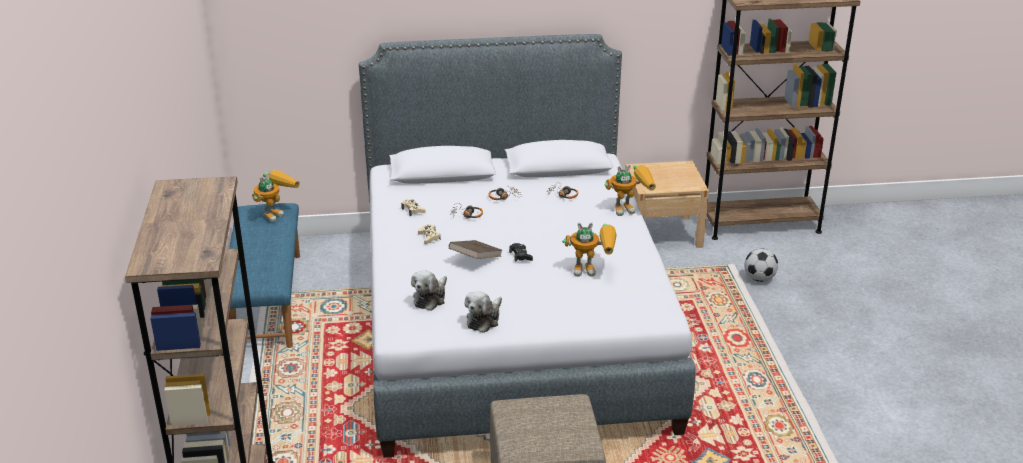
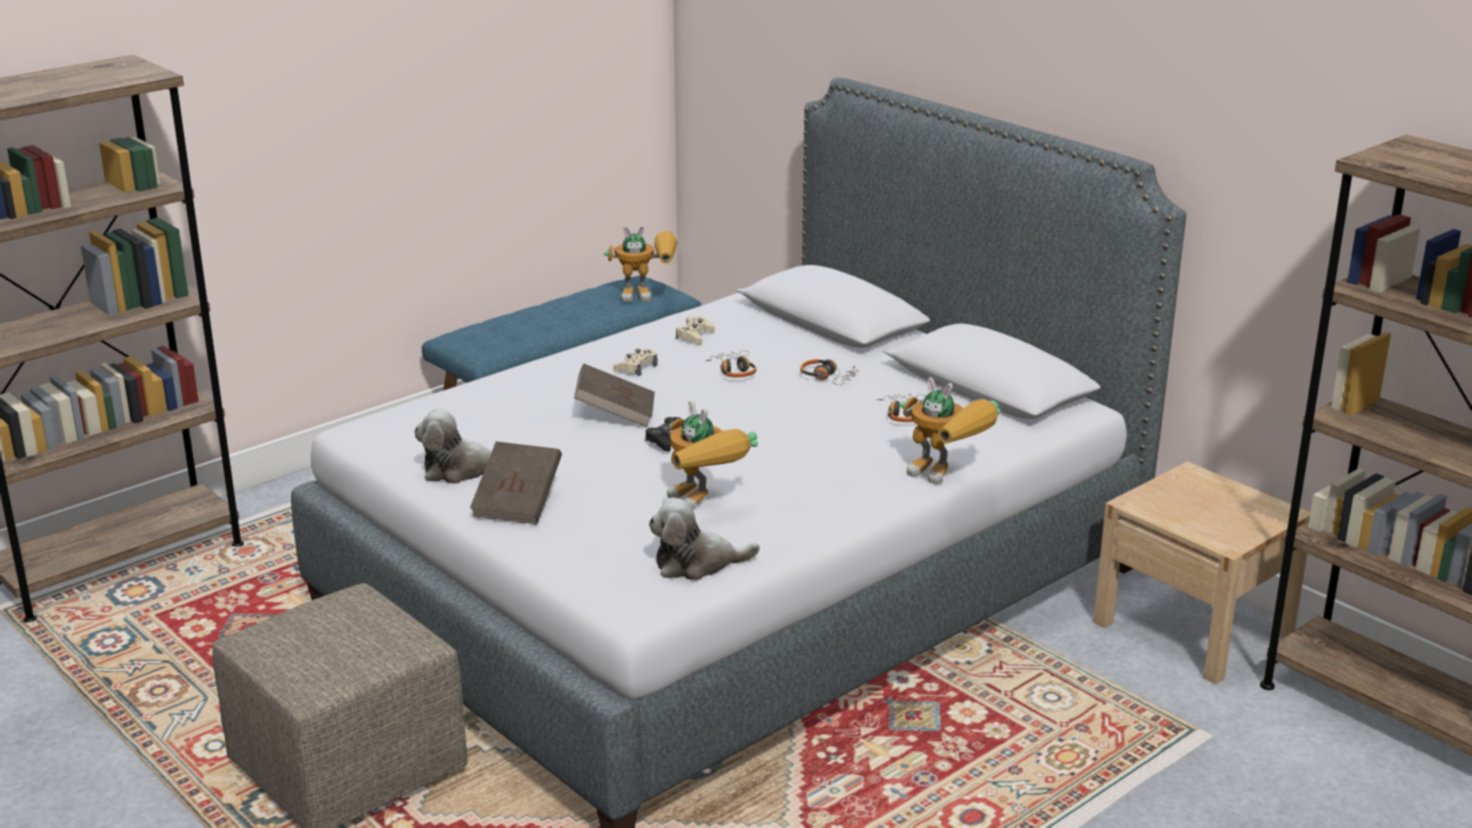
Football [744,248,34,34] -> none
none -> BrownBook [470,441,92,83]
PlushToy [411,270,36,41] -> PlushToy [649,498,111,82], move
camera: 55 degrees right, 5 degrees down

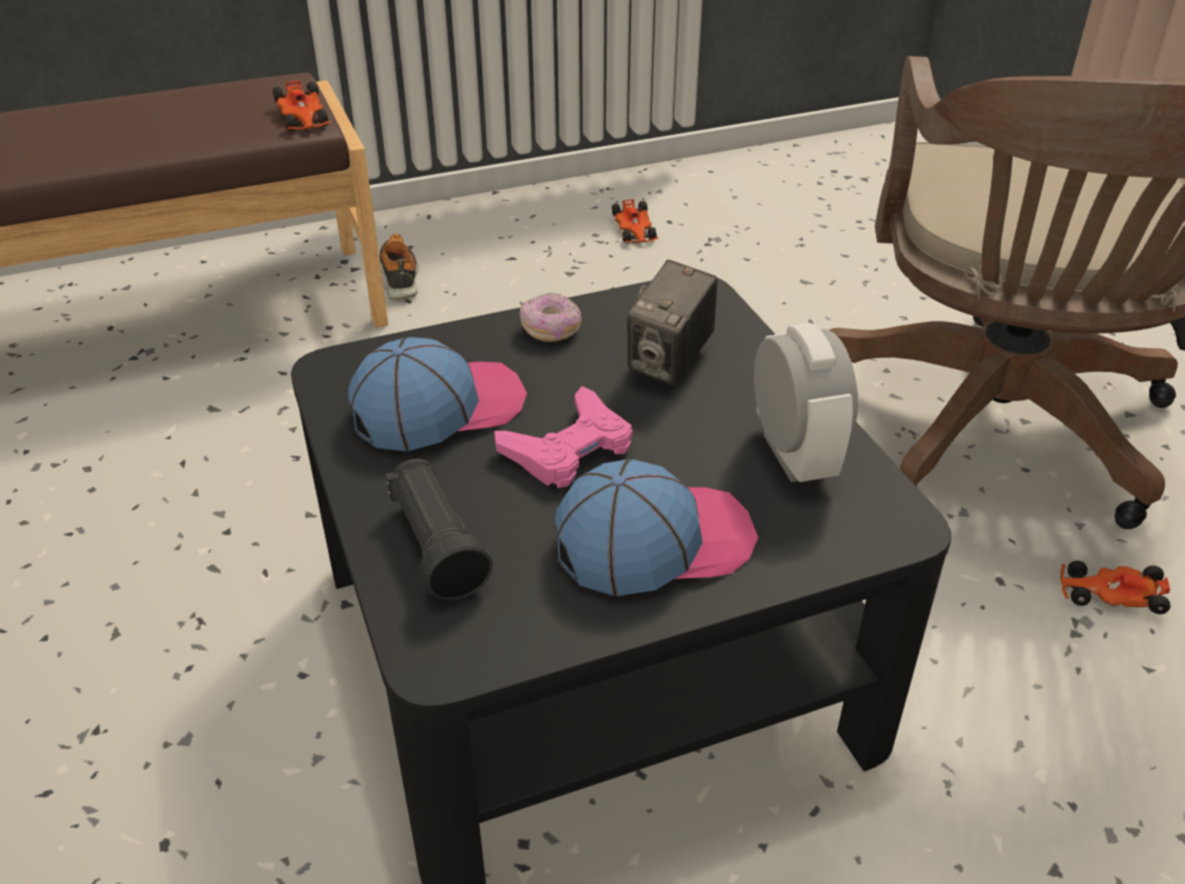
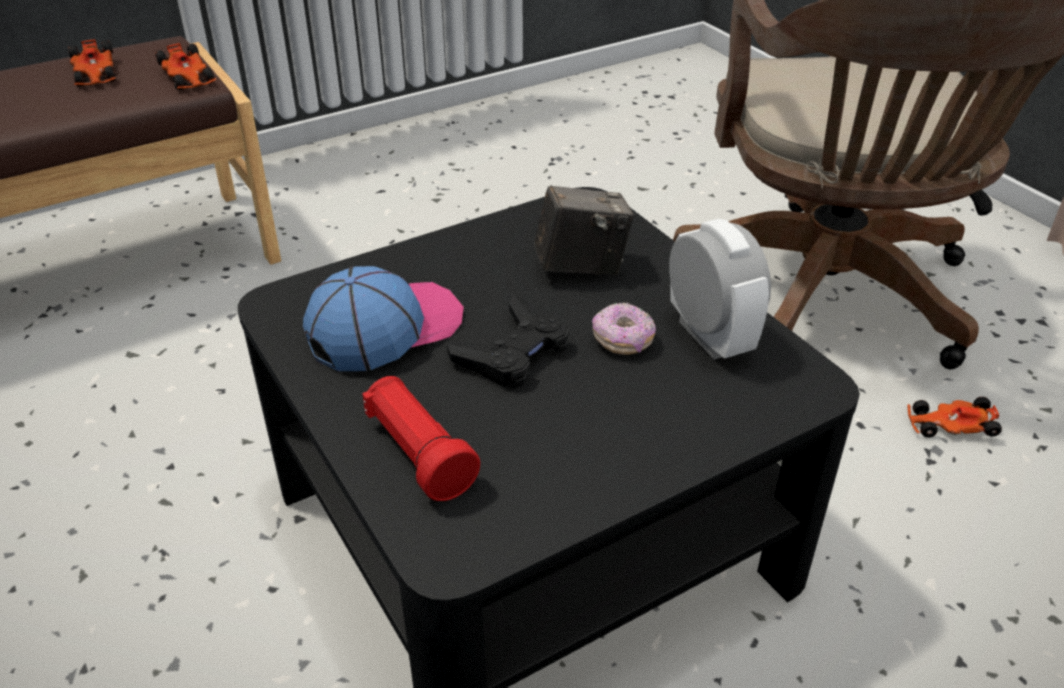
Shoe [379,233,39,67] -> none
Cap [555,459,203,137] -> none
Donut [519,293,63,49] -> Donut [592,302,64,53], move
ToyCar [612,199,46,44] -> ToyCar [68,39,49,47], move
BlackFlashlight [386,459,107,141] -> RedFlashlight [363,376,117,125]
PinkGameController [494,386,139,102] -> BlackGameController [447,295,122,93]
PhotoCamera [627,260,90,126] -> PhotoCamera [534,185,100,90], 120 degrees counterclockwise
camera: 10 degrees left, 0 degrees up

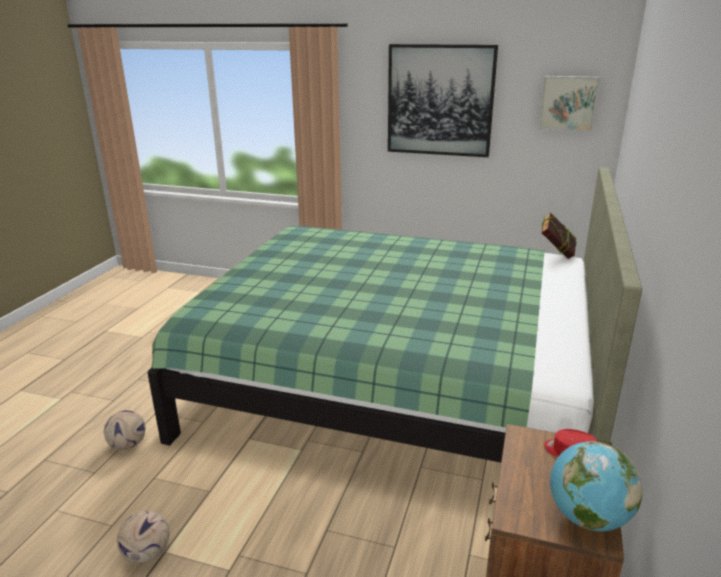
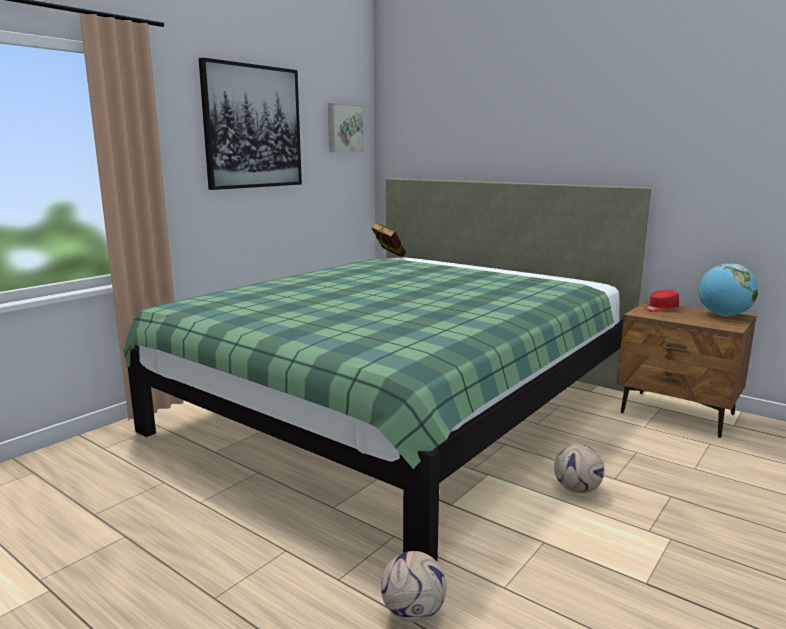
Football [117,511,52,53] -> Football [554,444,51,49], move
camera: 70 degrees left, 10 degrees down

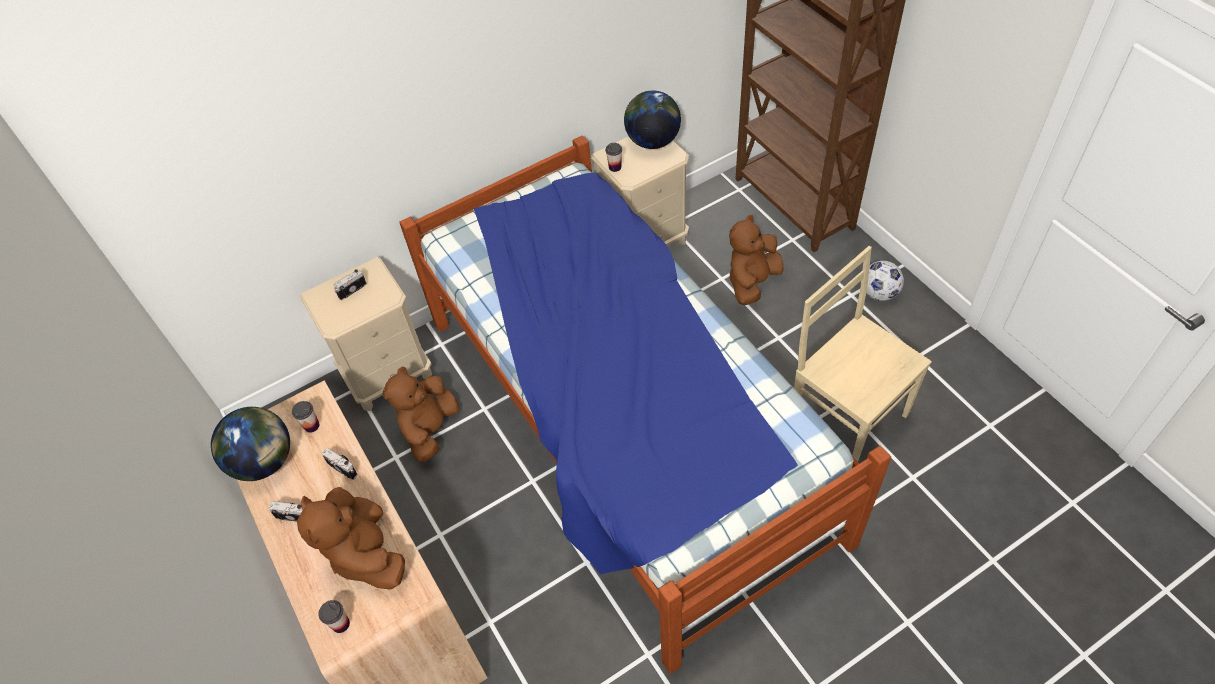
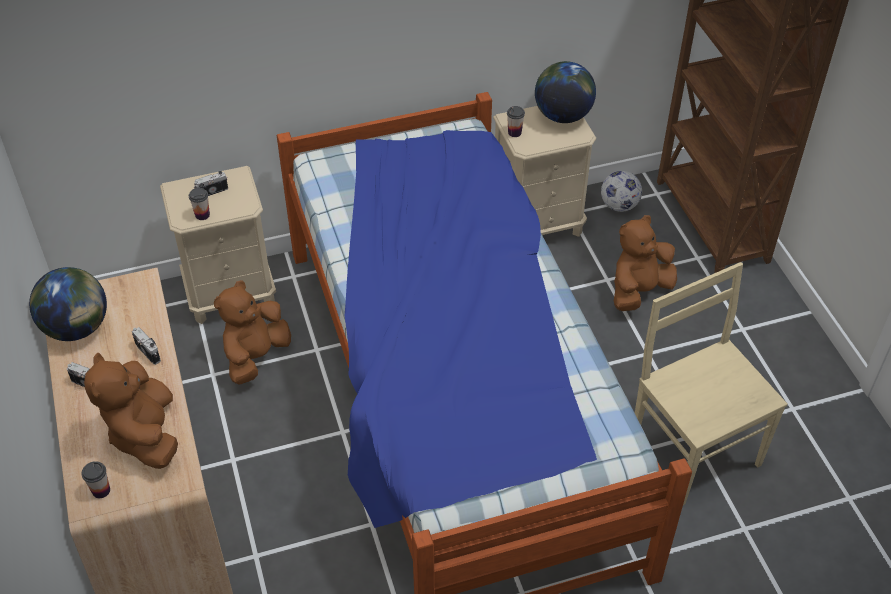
Cup [292,401,28,32] -> Cup [189,188,21,32], move
Football [866,261,38,40] -> Football [601,171,41,41], move
camera: 10 degrees right, 5 degrees down

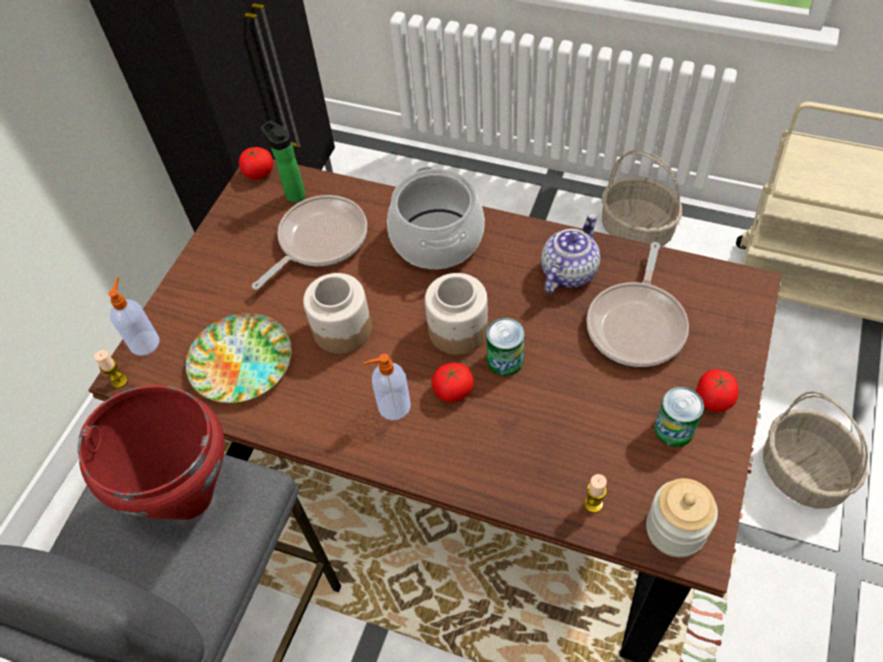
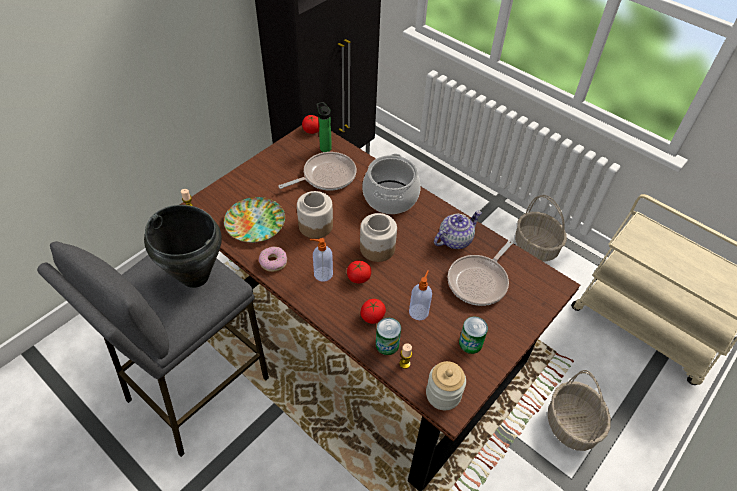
none -> Donut [259,247,28,25]
SoapDispenser [108,278,51,78] -> SoapDispenser [409,271,23,49], move
Can [487,318,37,58] -> Can [376,318,25,37], move
Tomato [696,369,42,43] -> Tomato [360,299,26,25], move
RedCookingPot [78,385,147,135] -> BlackCookingPot [144,205,78,83]
camera: 15 degrees right, 5 degrees down

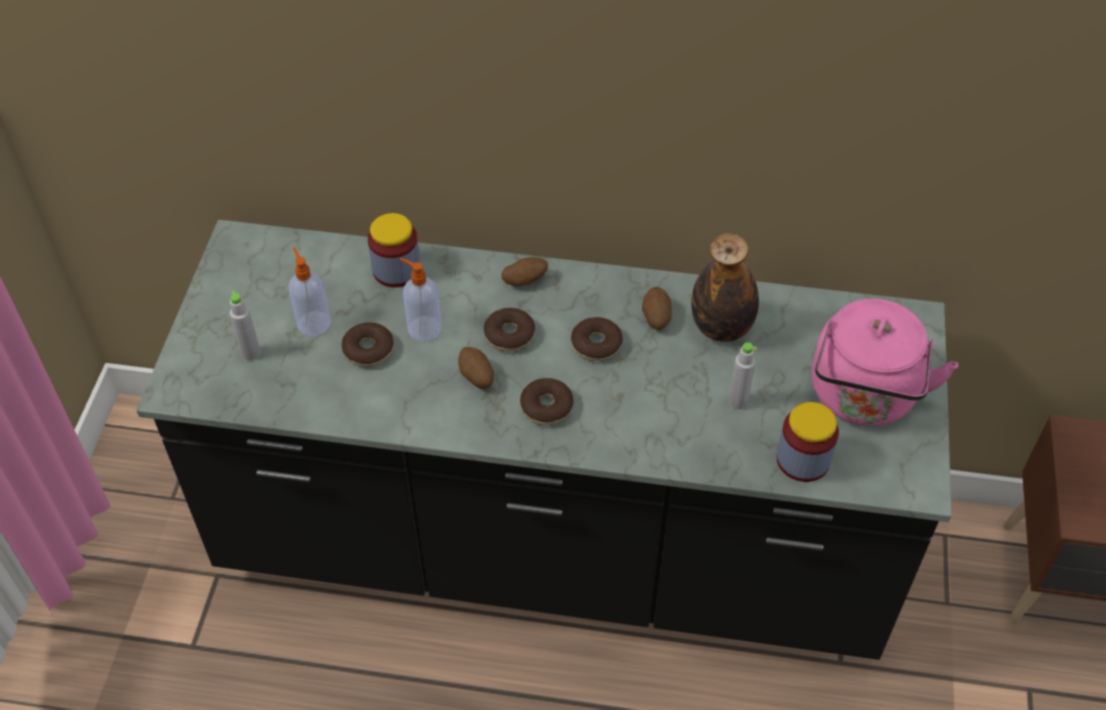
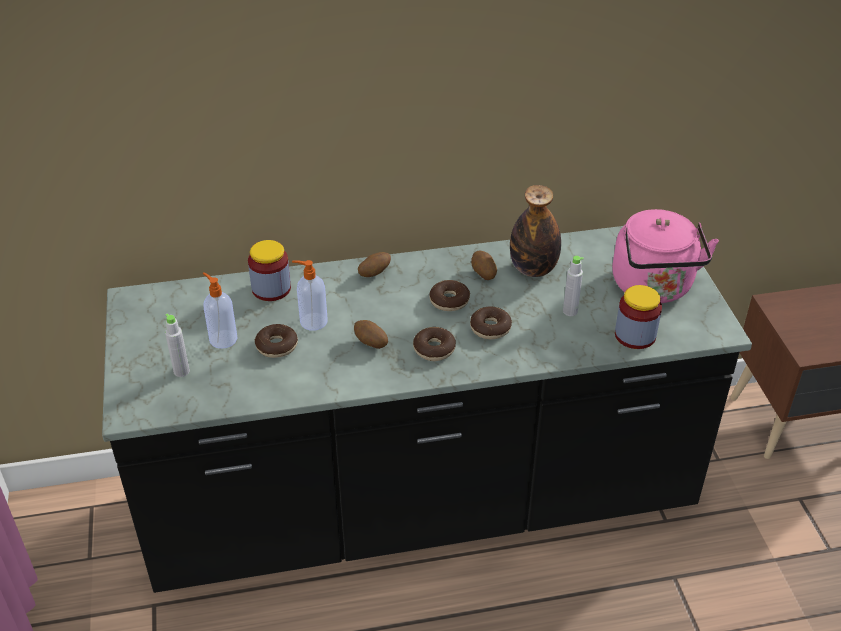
Donut [484,308,51,44] -> Donut [470,306,42,33], move
camera: 20 degrees left, 10 degrees down

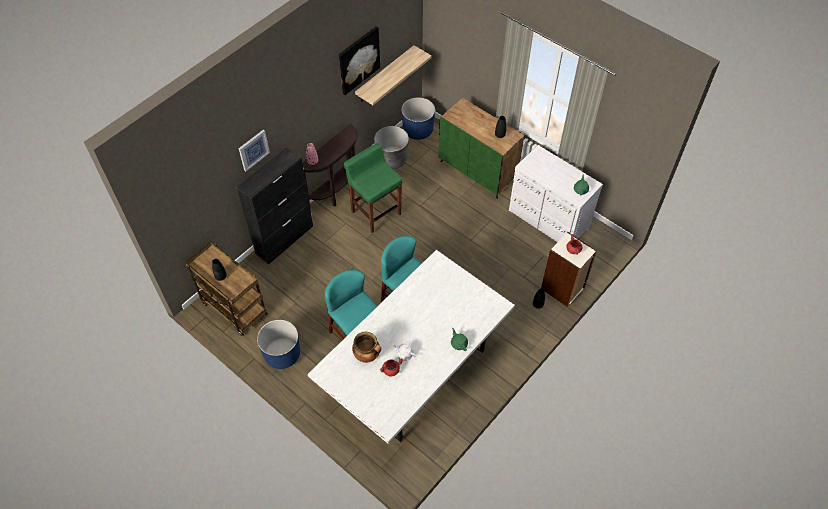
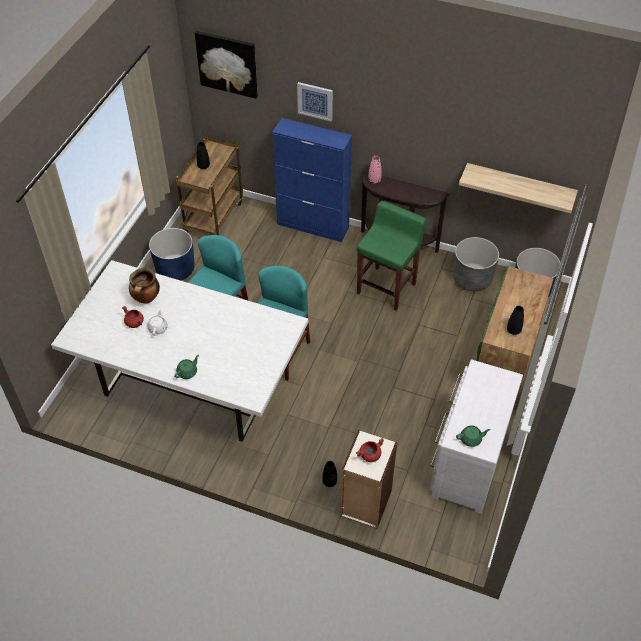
Picture [339,26,41,69] -> Picture [195,31,63,68], move
BlackCabinet [237,148,76,116] -> BlueCabinet [272,118,80,124]
camera: 70 degrees right, 5 degrees down

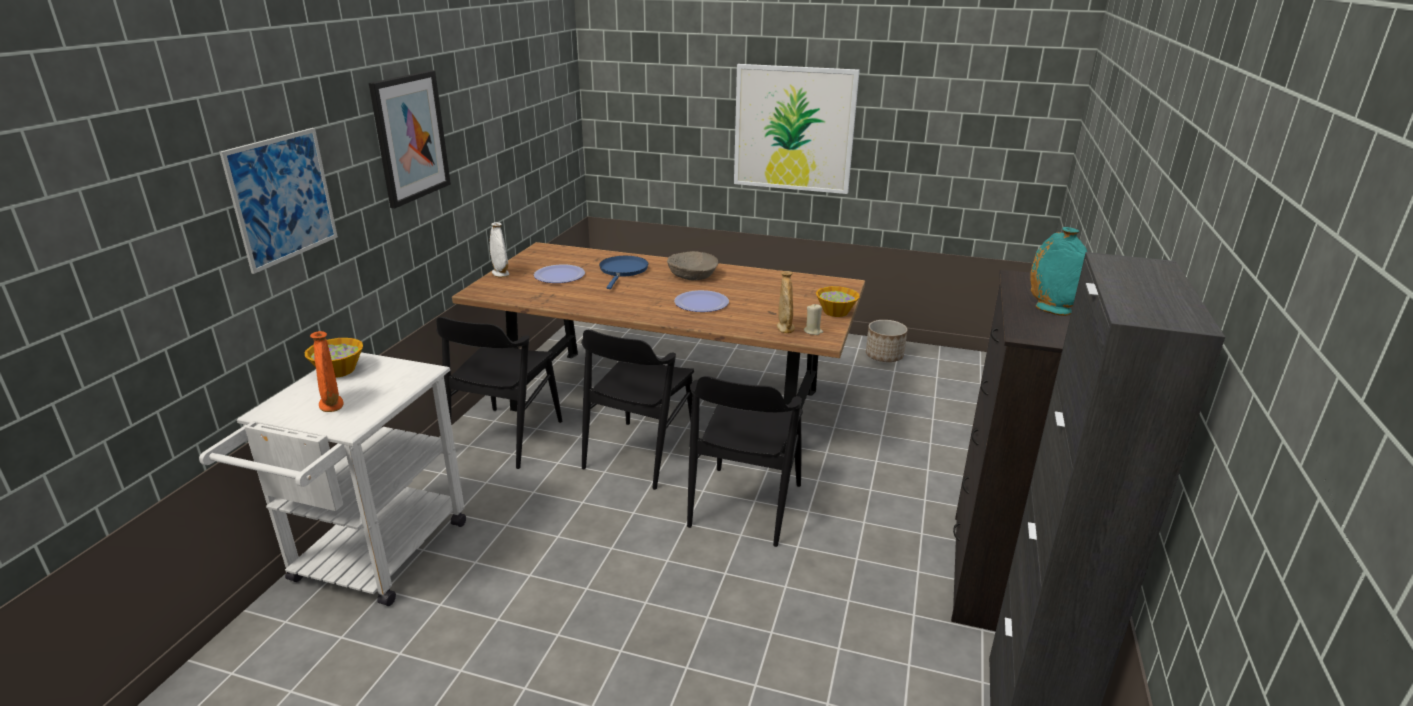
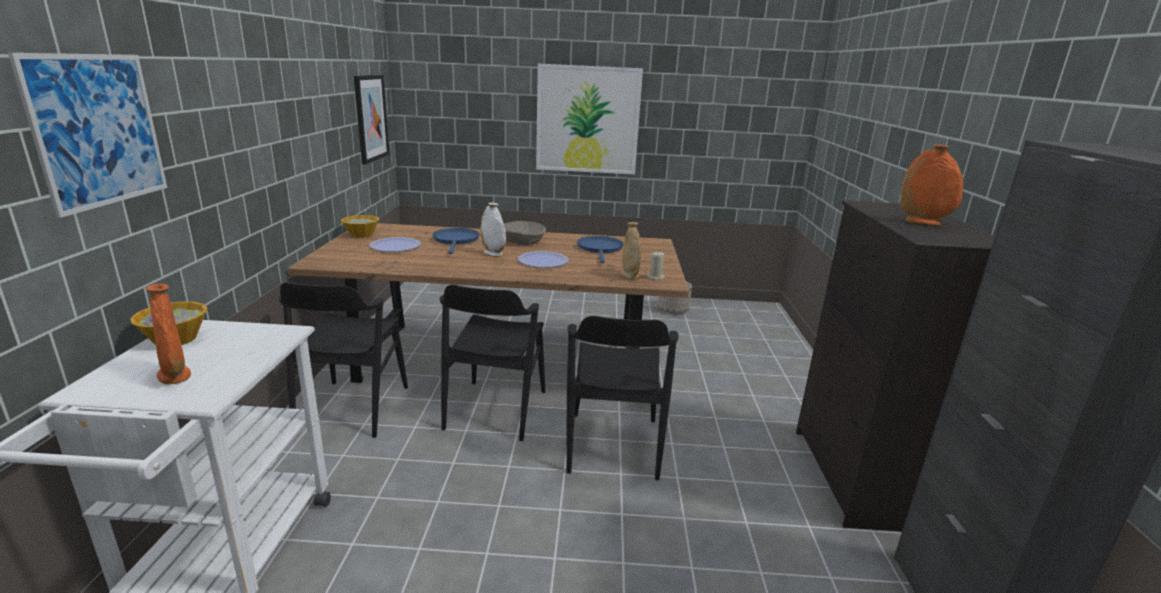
none -> BlueFryingPan [577,236,46,27]
Picture [369,70,82,138] -> Picture [354,75,36,89], move
WhiteVase [490,222,19,56] -> WhiteVase [480,202,26,55], move
Bowl [816,286,44,31] -> Bowl [341,215,38,23], move
TurquoiseVase [1030,227,57,89] -> OrangeVase [901,144,62,82]
camera: 15 degrees left, 5 degrees down

